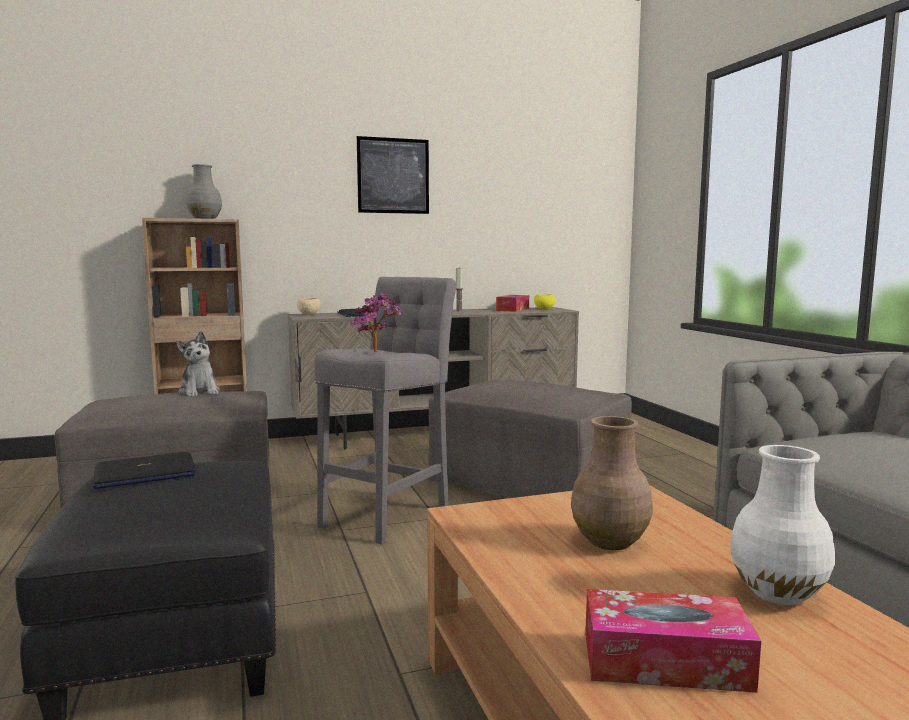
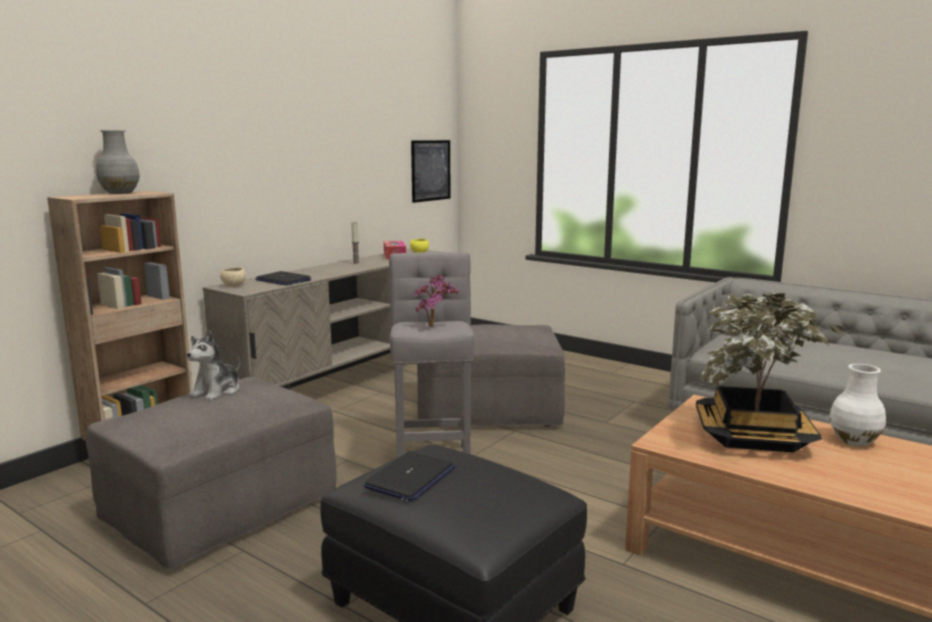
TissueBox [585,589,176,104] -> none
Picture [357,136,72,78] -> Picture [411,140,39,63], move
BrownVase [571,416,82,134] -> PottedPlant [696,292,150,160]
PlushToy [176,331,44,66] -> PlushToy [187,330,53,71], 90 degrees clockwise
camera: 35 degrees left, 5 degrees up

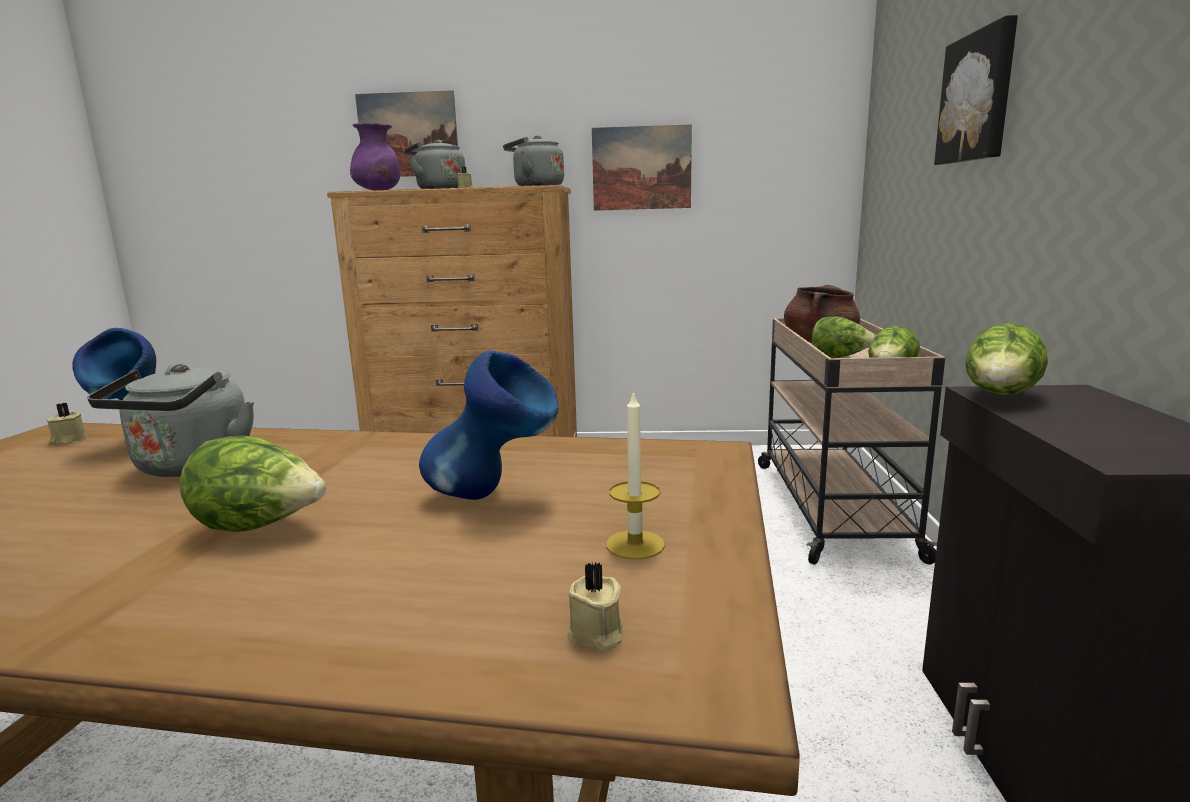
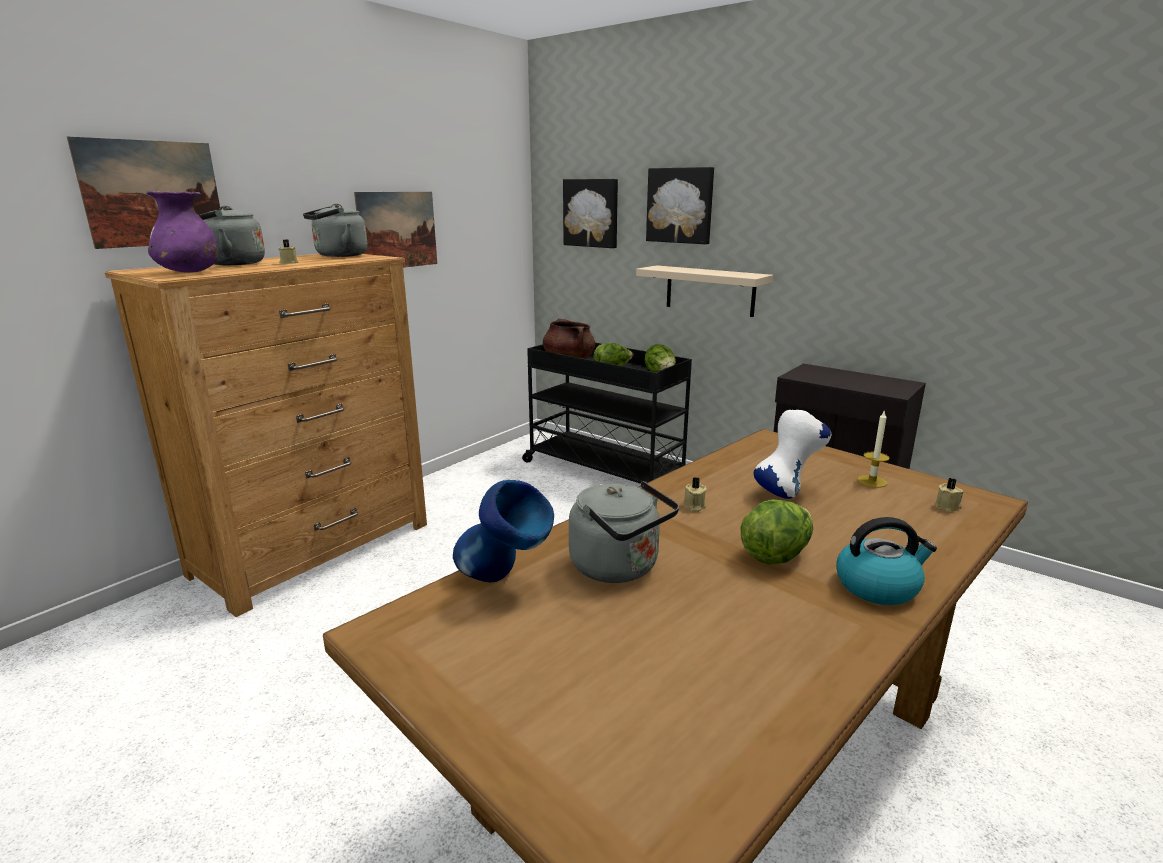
Lettuce [965,323,83,72] -> none
none -> Picture [563,179,55,69]
none -> BeigeShelf [636,265,137,52]
none -> Kettle [836,517,101,88]
BeigeCandle [47,403,40,41] -> BeigeCandle [683,477,24,35], move
BlueVase [419,350,140,150] -> WhiteVase [754,410,77,89]
BeigeCart [758,318,187,247] -> BlackCart [522,343,170,141]
camera: 55 degrees left, 5 degrees up

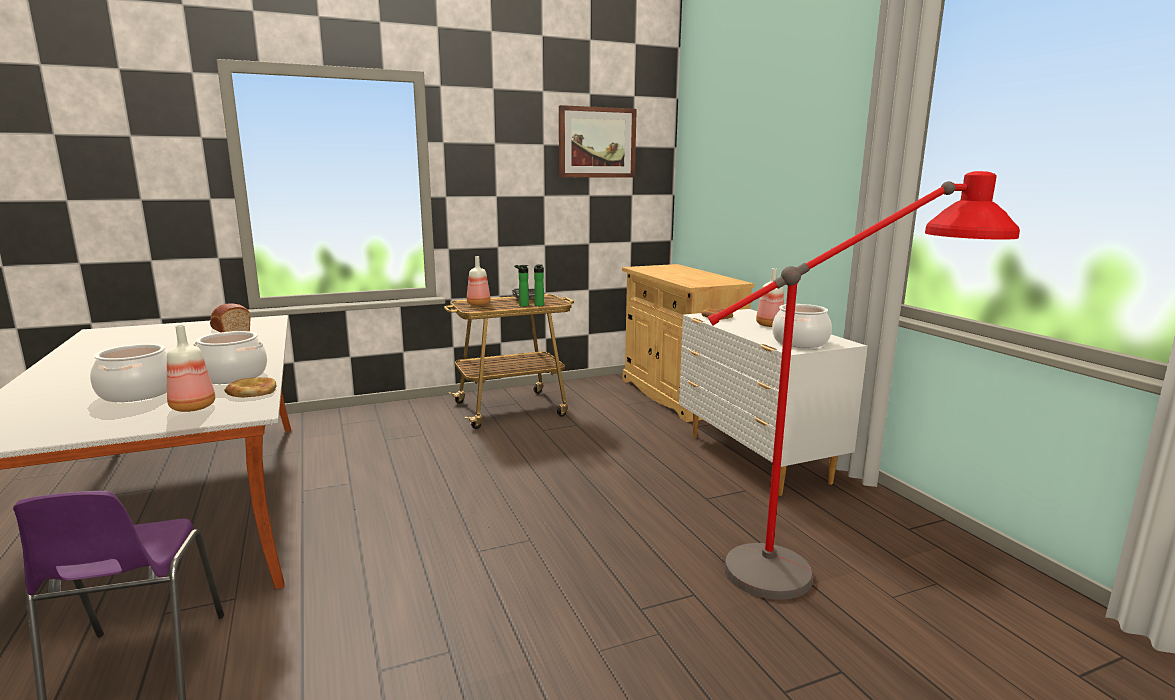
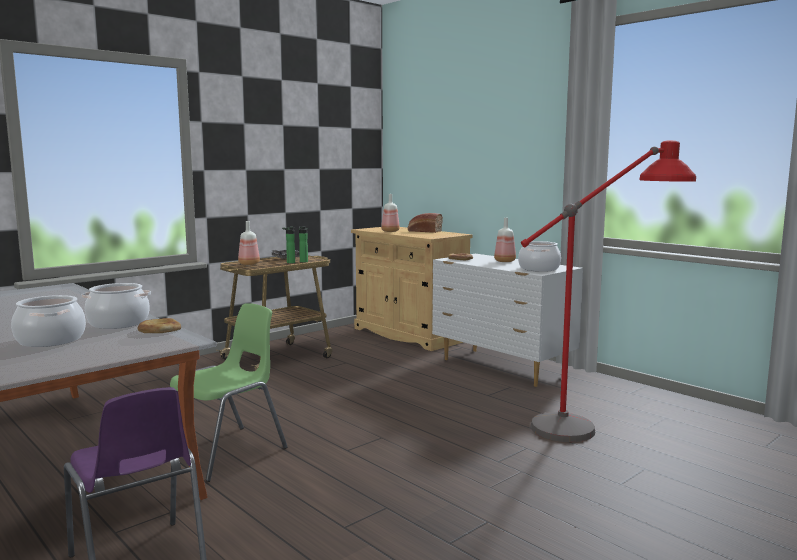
Picture [559,105,78,72] -> none
none -> GreenChair [170,303,118,179]
Bottle [167,325,48,87] -> Bottle [381,194,19,38], move
Bread [210,303,41,30] -> Bread [408,213,35,20], move
camera: 20 degrees left, 5 degrees down

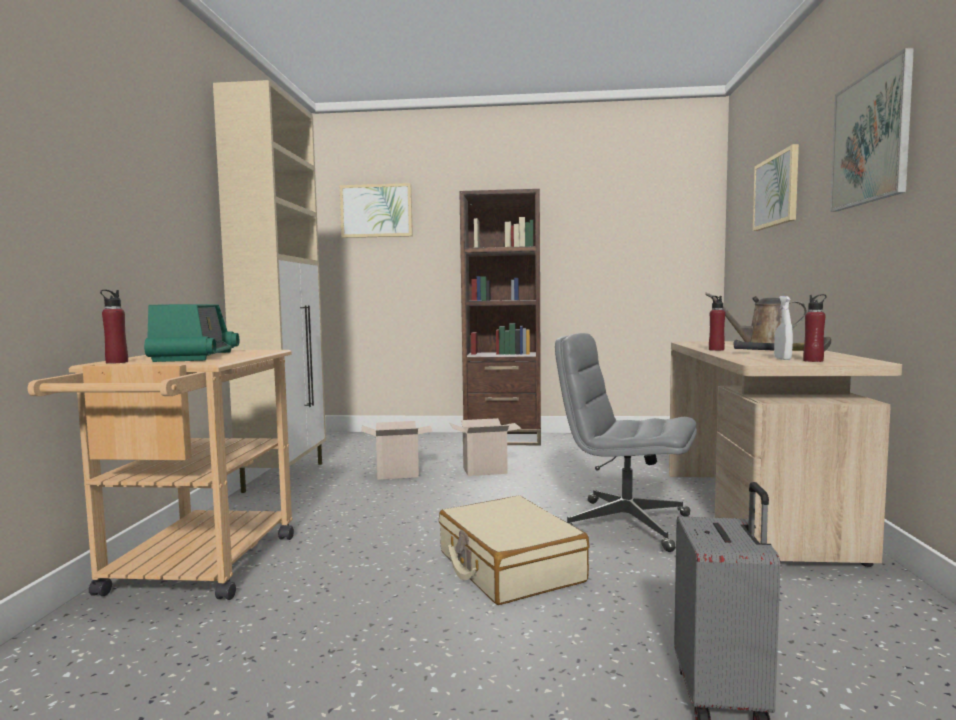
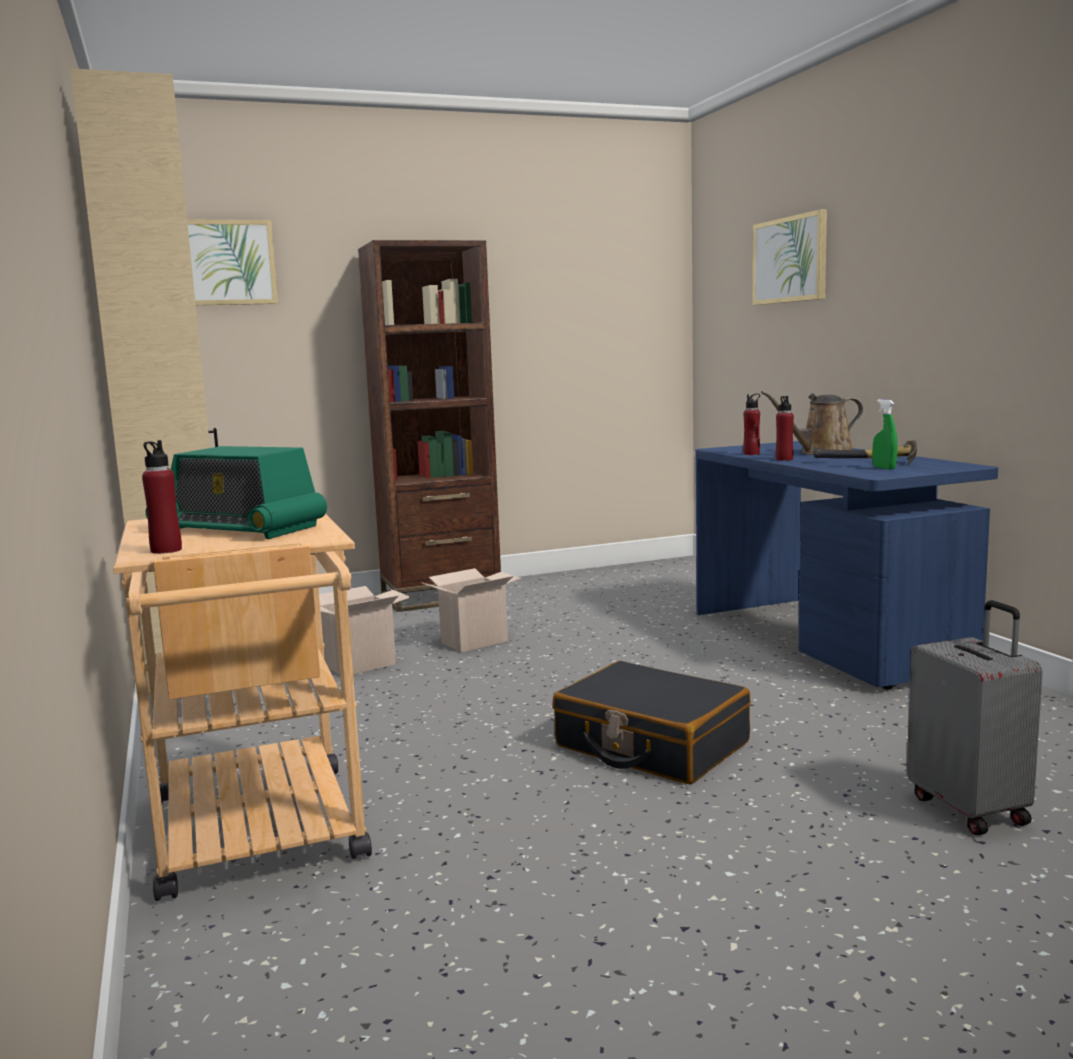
GreyOfficeChair [555,333,142,219] -> none
Picture [830,48,84,164] -> none
RedBottle [803,294,24,68] -> RedBottle [743,394,17,61], move
BeigeSuitcase [439,495,150,110] -> BlackSuitcase [552,661,199,124]
BeigeDesk [669,341,233,226] -> BlueDesk [696,441,302,248]
WhiteSprayBottle [774,296,19,64] -> GreenSprayBottle [873,399,25,71]
Radio [144,304,95,58] -> Radio [146,446,181,93], 150 degrees clockwise
camera: 25 degrees left, 5 degrees up

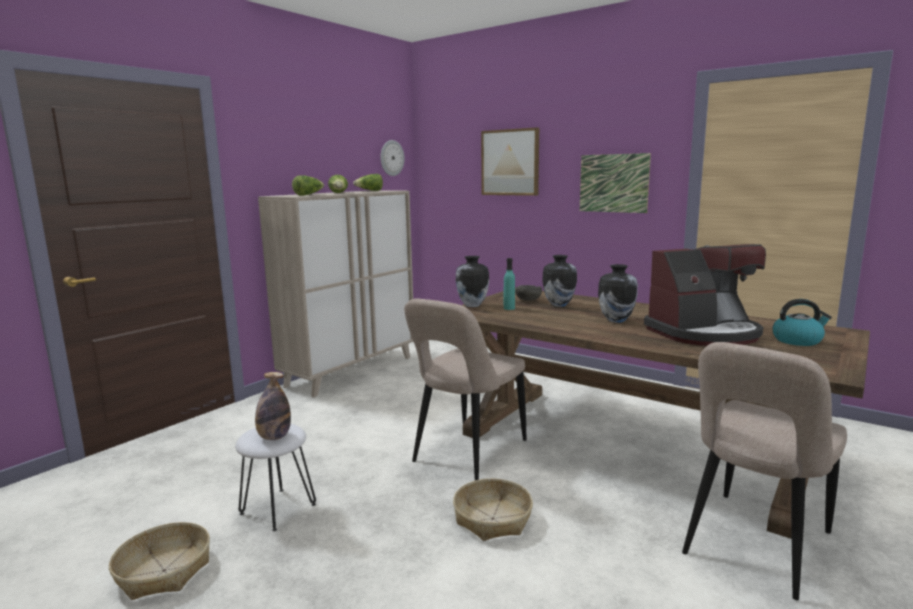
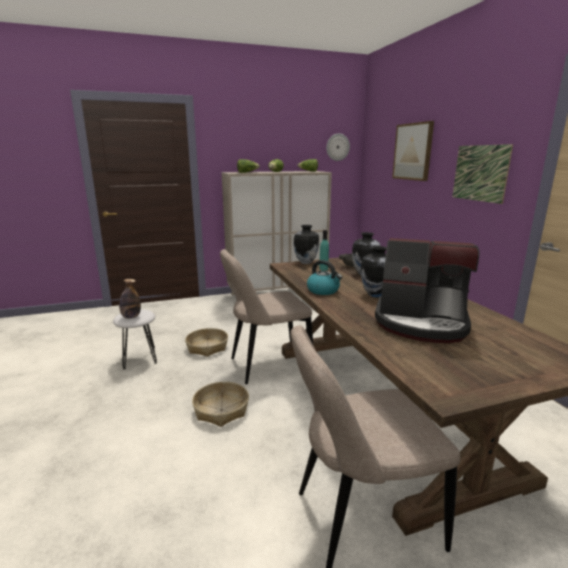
Basket [109,522,101,78] -> Basket [185,328,43,29], move
Kettle [773,299,59,47] -> Kettle [307,260,35,35], move
camera: 35 degrees right, 5 degrees up

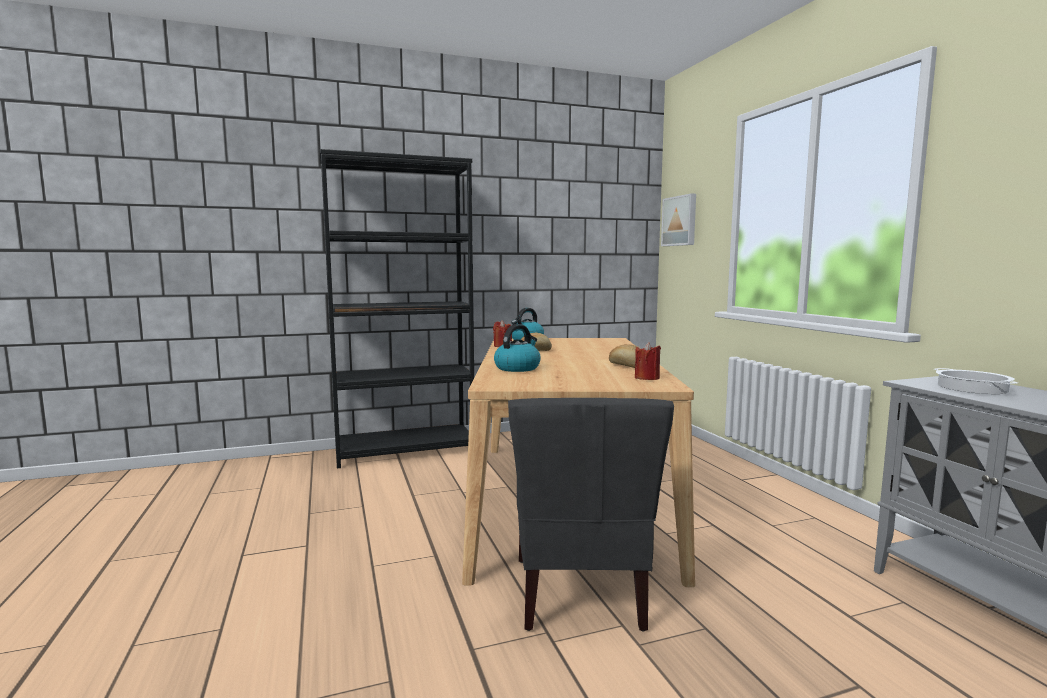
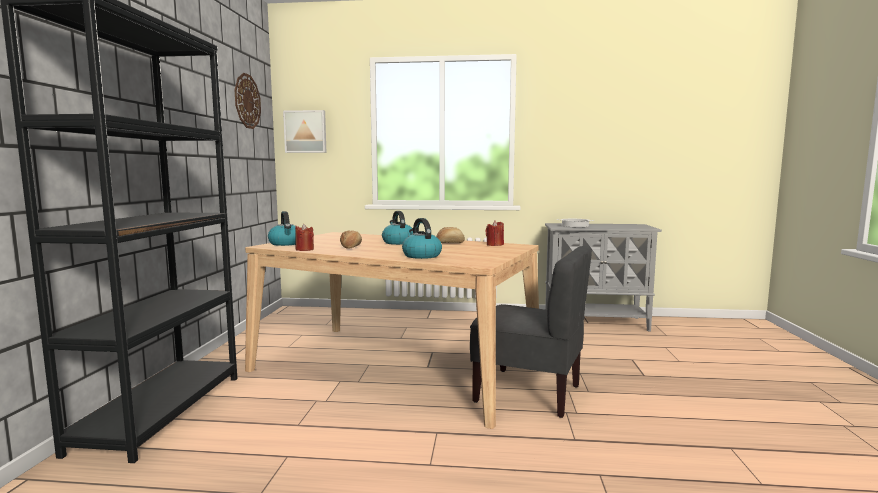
none -> WallClock [234,73,27,56]
none -> Kettle [382,211,30,34]
camera: 65 degrees left, 0 degrees up

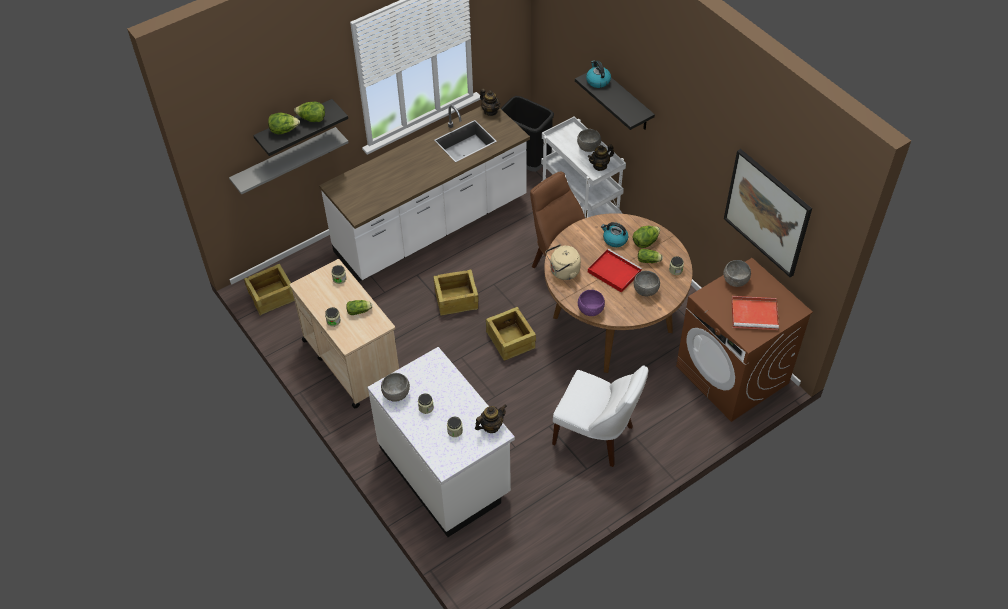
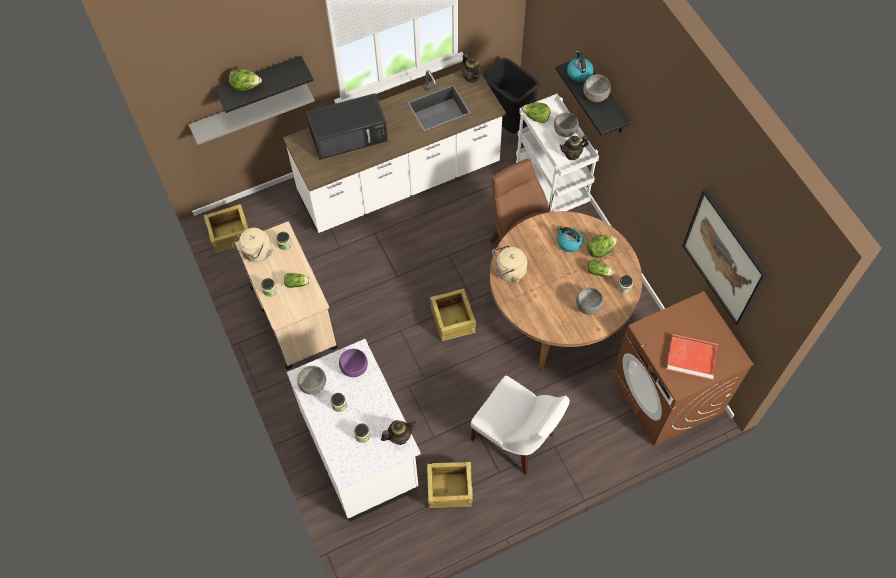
RedTray [588,248,54,45] -> none
none -> BeigeKettle [232,228,41,34]
none -> BlackMicrowave [306,93,82,67]
Lettuce [294,102,31,20] -> Lettuce [522,102,29,21], move
Crate [433,269,46,46] -> Crate [427,462,46,46], move
PurpleBowl [578,290,27,26] -> PurpleBowl [339,349,29,28], move
GreyBowl [723,260,28,27] -> GreyBowl [583,75,28,27], move
camera: 10 degrees right, 10 degrees up

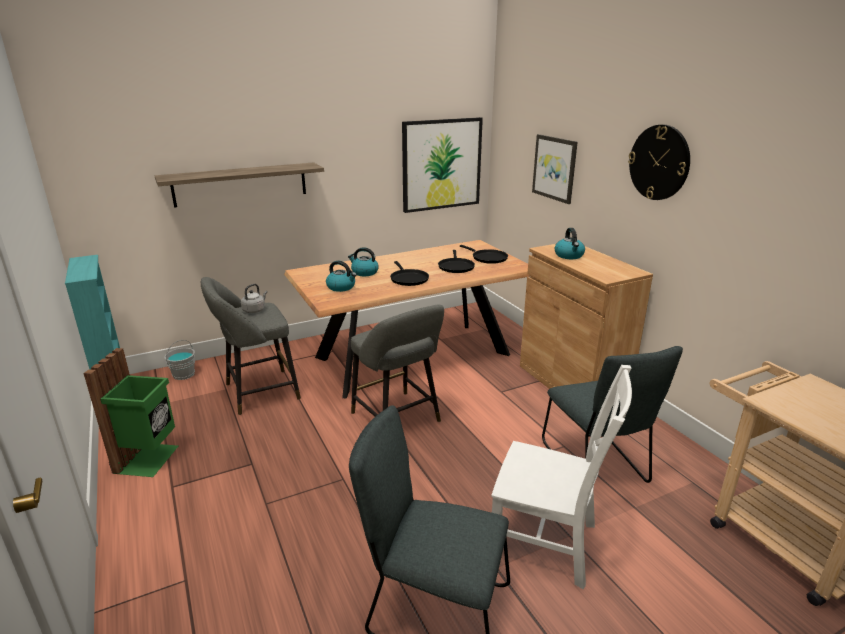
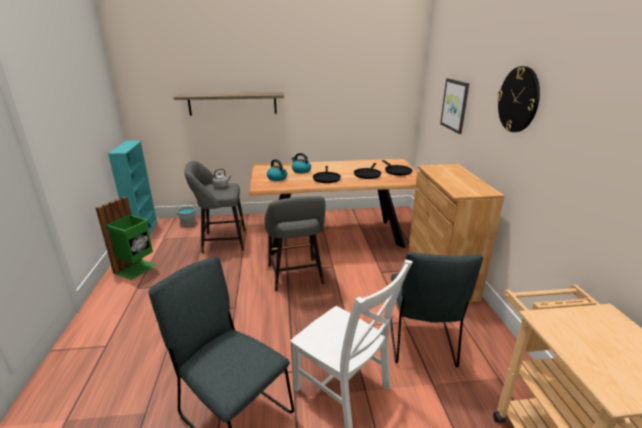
Picture [402,117,81,96] -> none
Kettle [555,228,30,31] -> none
camera: 20 degrees right, 0 degrees up

